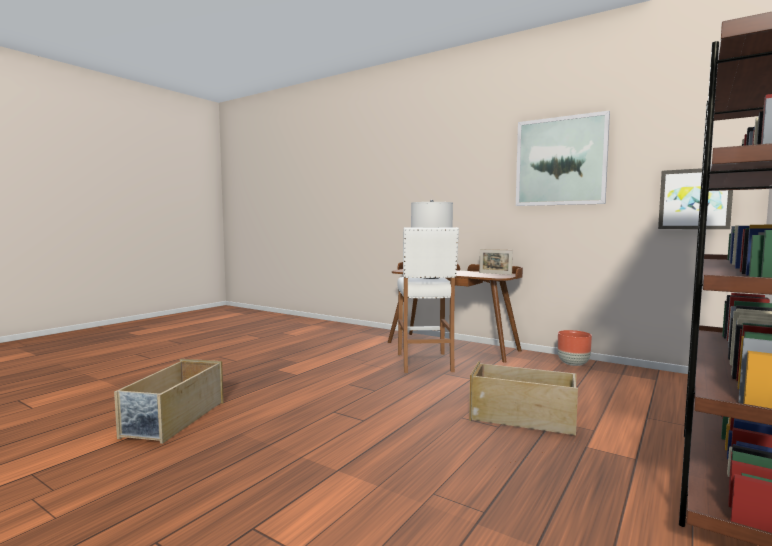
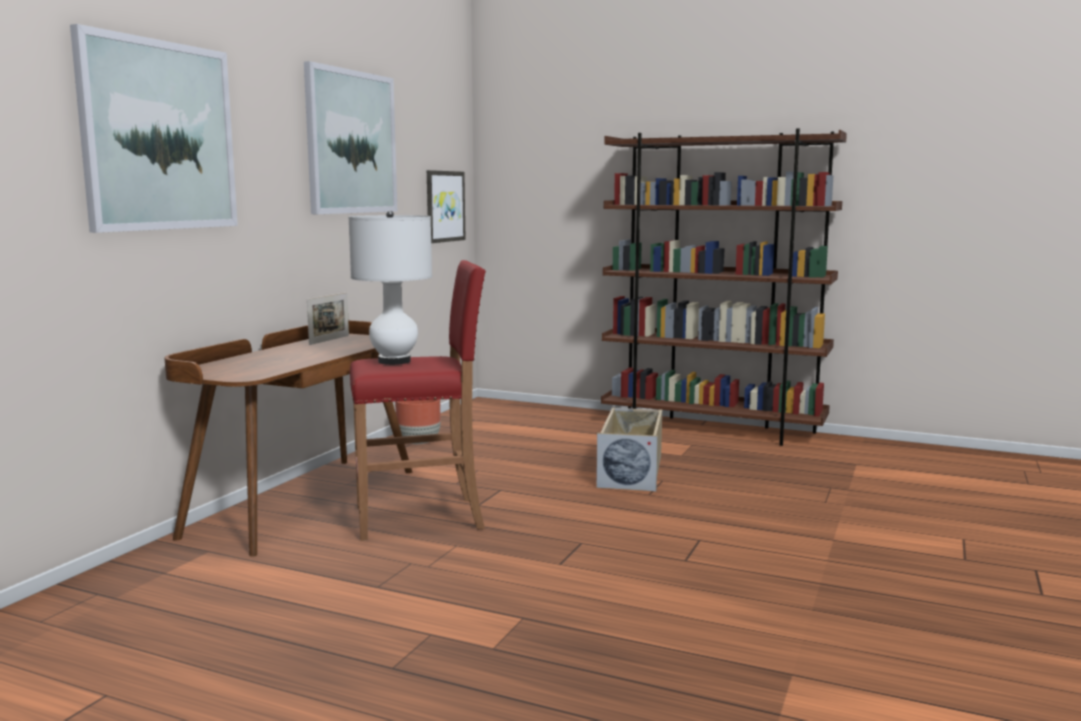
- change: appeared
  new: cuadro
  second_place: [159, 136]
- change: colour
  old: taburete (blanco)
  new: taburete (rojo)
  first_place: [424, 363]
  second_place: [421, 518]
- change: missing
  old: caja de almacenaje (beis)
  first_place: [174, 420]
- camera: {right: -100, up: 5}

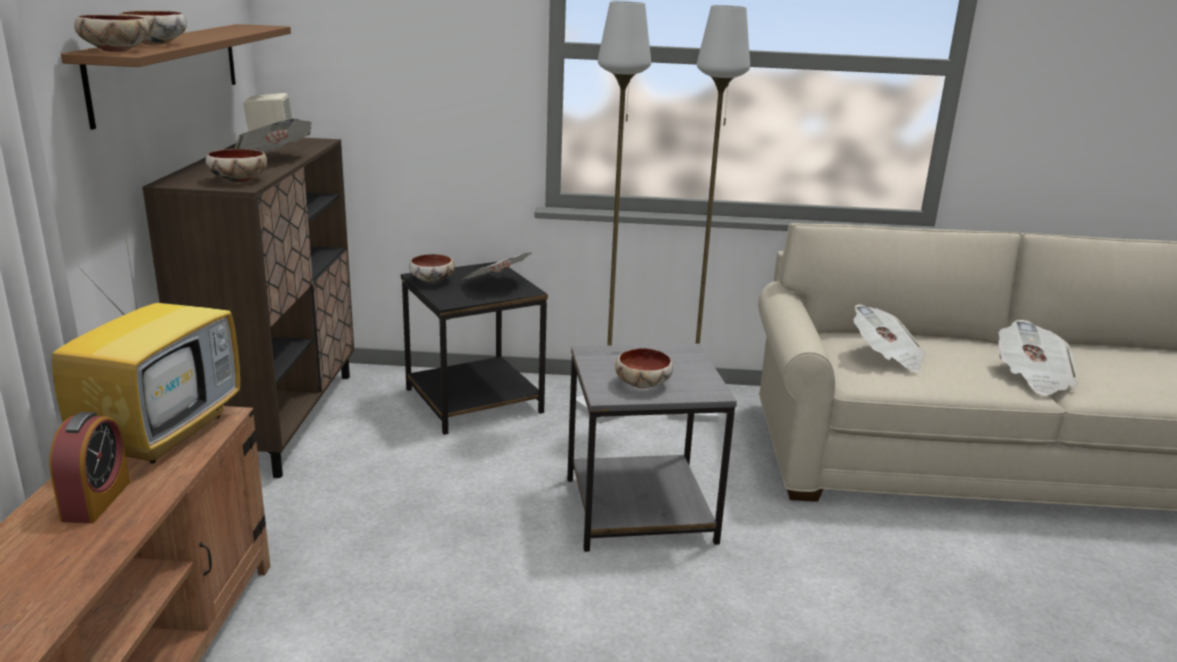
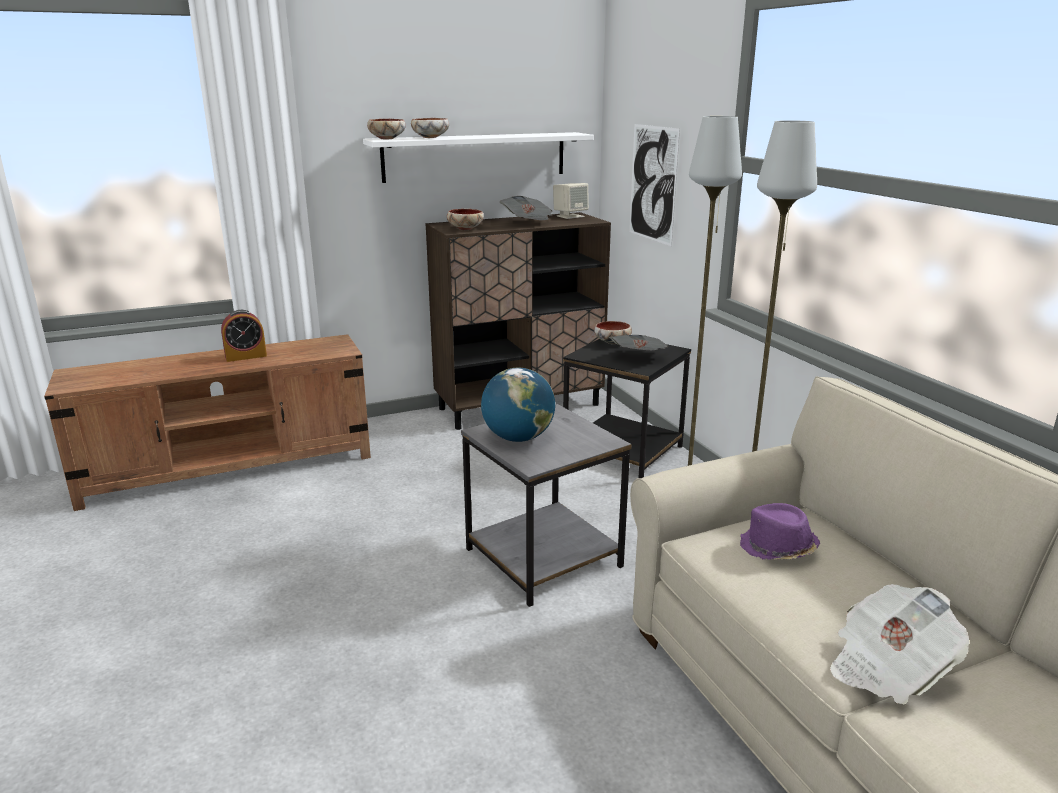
- change: colour
  old: estante (marrón)
  new: estante (blanco)
  first_place: [168, 70]
  second_place: [475, 156]
- change: exchanged
  old: cuenco
  new: globo terráqueo
  first_place: [642, 383]
  second_place: [518, 438]
- change: appeared
  new: cuadro
  second_place: [652, 184]
- change: exchanged
  old: periódico
  new: sombrero (morado)
  first_place: [886, 357]
  second_place: [777, 549]
- change: missing
  old: televisor
  first_place: [162, 432]
- camera: {right: 65, up: 0}

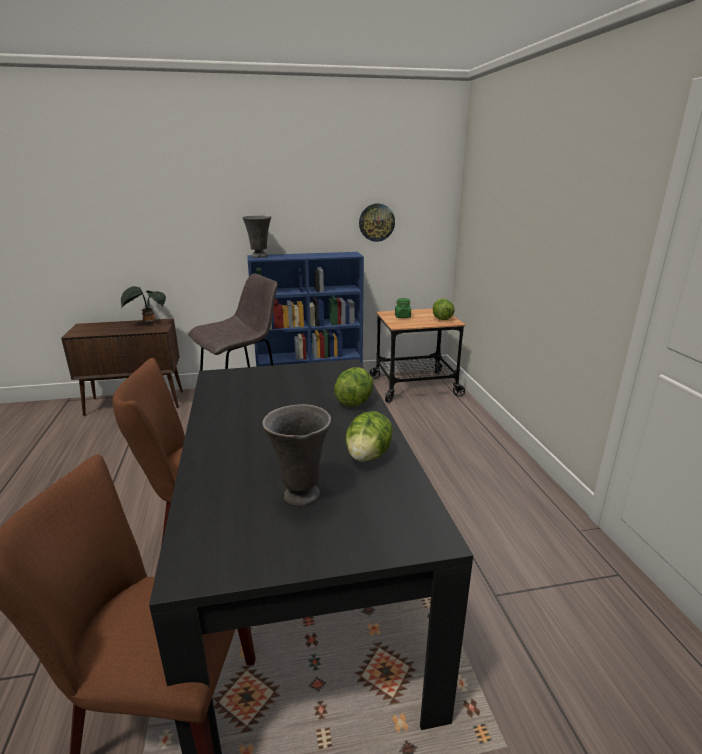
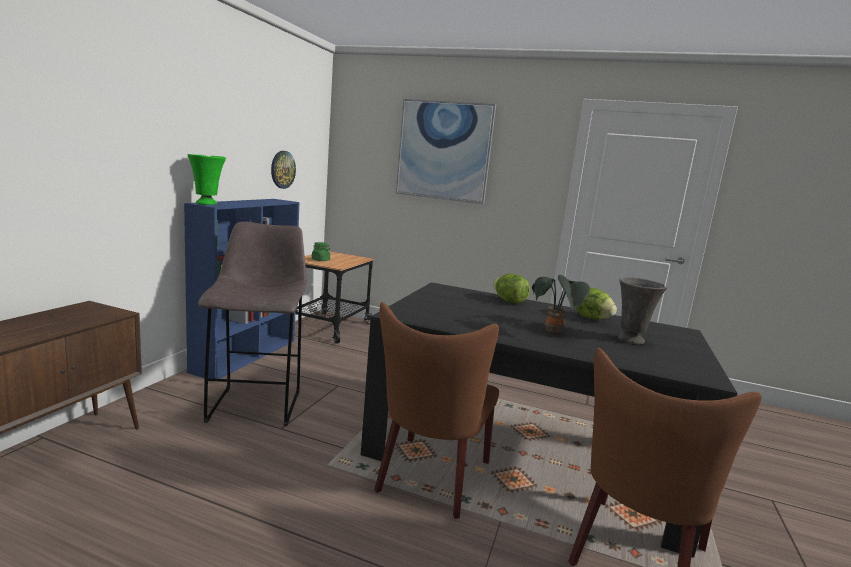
- change: colour
  old: florero (gris)
  new: florero (verde)
  first_place: [260, 256]
  second_place: [207, 203]
- change: appeared
  new: cuadro
  second_place: [444, 151]
- change: relocated
  old: planta en maceta
  first_place: [148, 324]
  second_place: [554, 331]
- change: missing
  old: lechuga
  first_place: [442, 319]
- camera: {right: -60, up: -10}

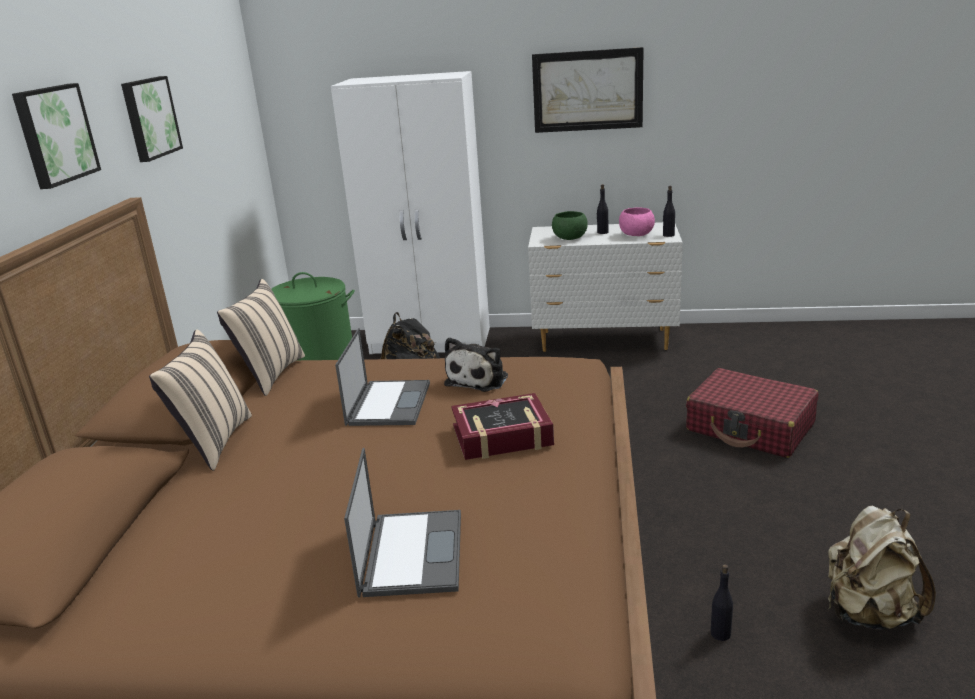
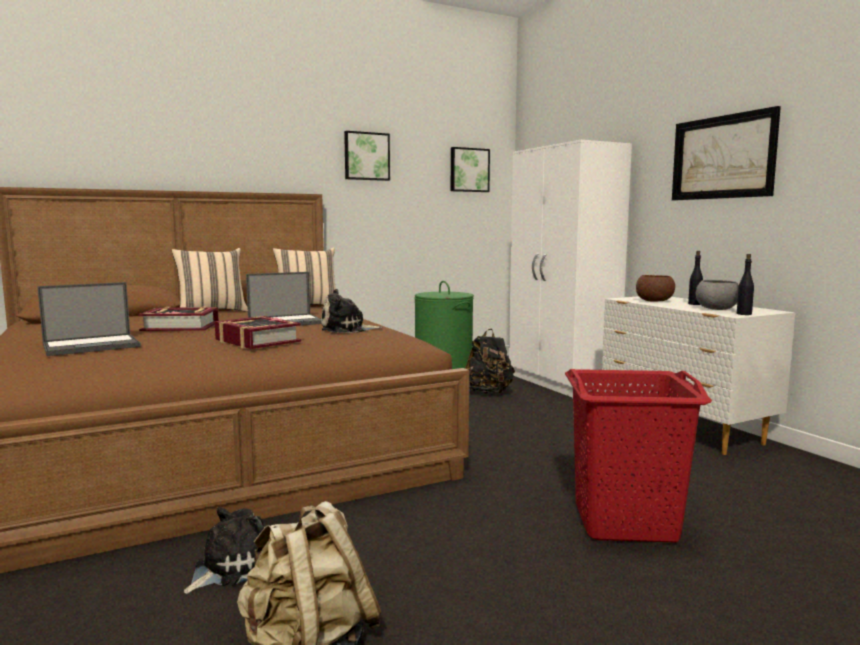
- change: appeared
  new: libro
  second_place: [181, 327]
- change: exchanged
  old: botella (negro)
  new: peluche
  first_place: [720, 633]
  second_place: [230, 567]
- change: relocated
  old: cuadro
  first_place: [54, 135]
  second_place: [469, 170]
- change: exchanged
  old: maleta (rojo)
  new: cesto de la ropa (rojo)
  first_place: [750, 427]
  second_place: [626, 522]
- change: colour
  old: cuenco (verde)
  new: cuenco (marrón)
  first_place: [570, 238]
  second_place: [654, 301]
- change: colour
  old: cuenco (rosa)
  new: cuenco (gris)
  first_place: [636, 234]
  second_place: [716, 309]
- camera: {right: 55, up: -15}

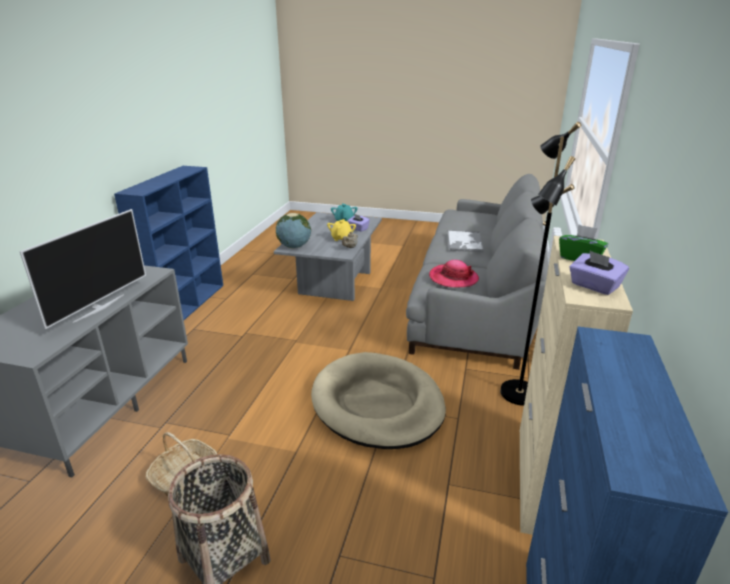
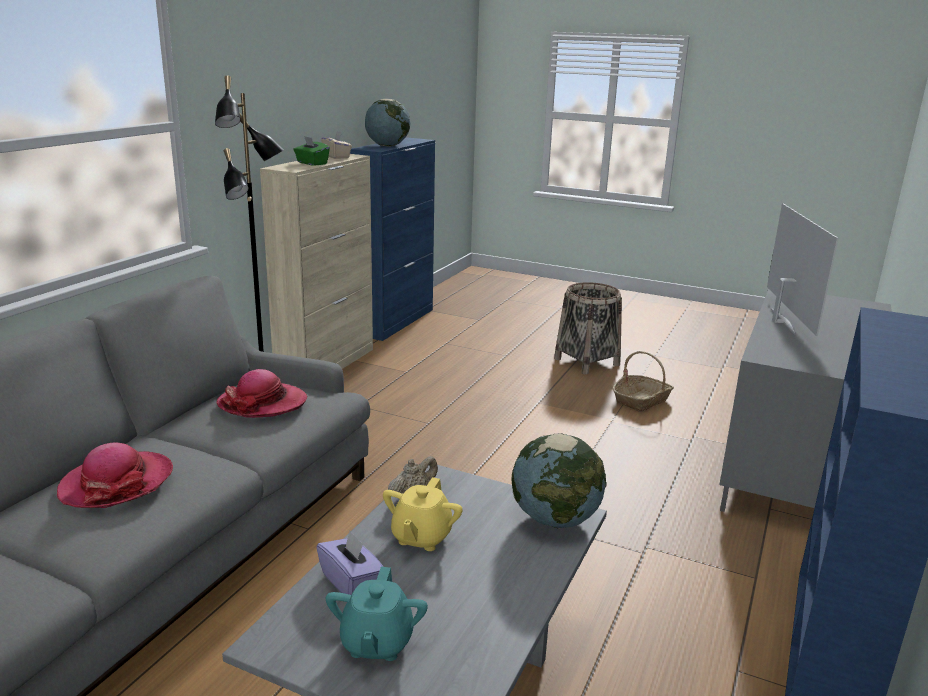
- change: exchanged
  old: bandeja
  new: sombrero
  first_place: [464, 242]
  second_place: [117, 483]
- change: colour
  old: caja de pañuelos (morado)
  new: caja de pañuelos (beis)
  first_place: [594, 286]
  second_place: [337, 157]
- change: appeared
  new: globo terráqueo
  second_place: [387, 146]
- change: spun
  old: televisor
  first_place: [98, 308]
  second_place: [780, 321]
  degrees: 150
- change: missing
  old: cama para perro (beis)
  first_place: [377, 404]
- camera: {right: -170, up: -5}

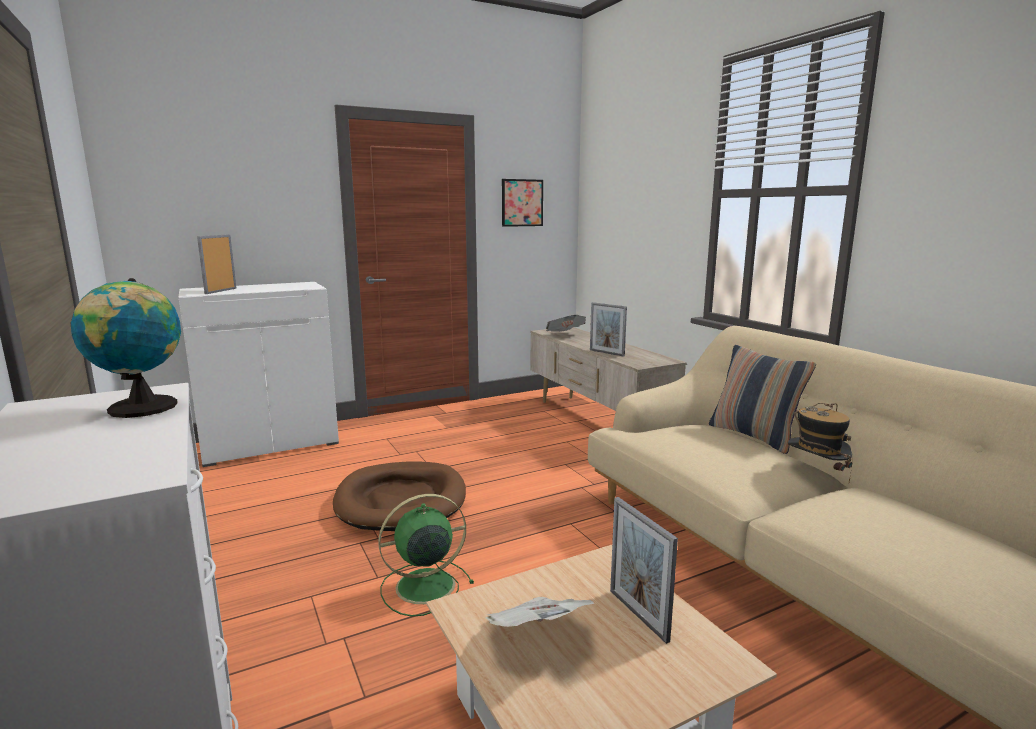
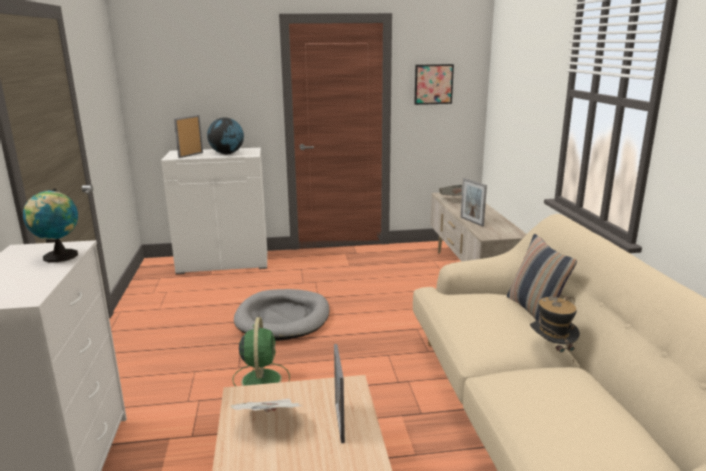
- change: appeared
  new: globo terráqueo
  second_place: [227, 153]
- change: spun
  old: ventilador (verde)
  first_place: [422, 586]
  second_place: [261, 379]
  degrees: 90
- change: colour
  old: cama para perro (marrón)
  new: cama para perro (gris)
  first_place: [401, 501]
  second_place: [283, 318]
- camera: {right: 20, up: 5}

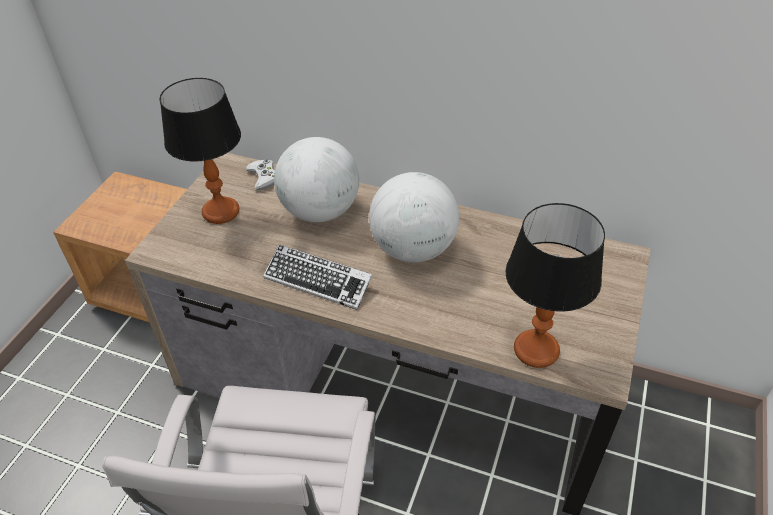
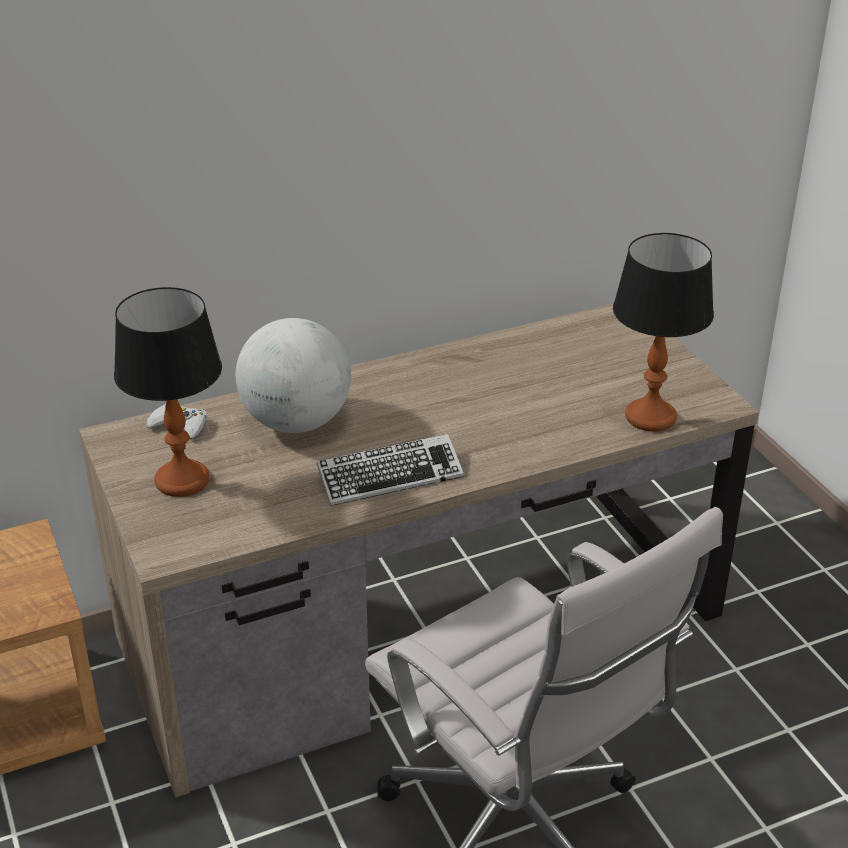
- change: missing
  old: globo terráqueo
  first_place: [413, 249]
- camera: {right: -45, up: -10}

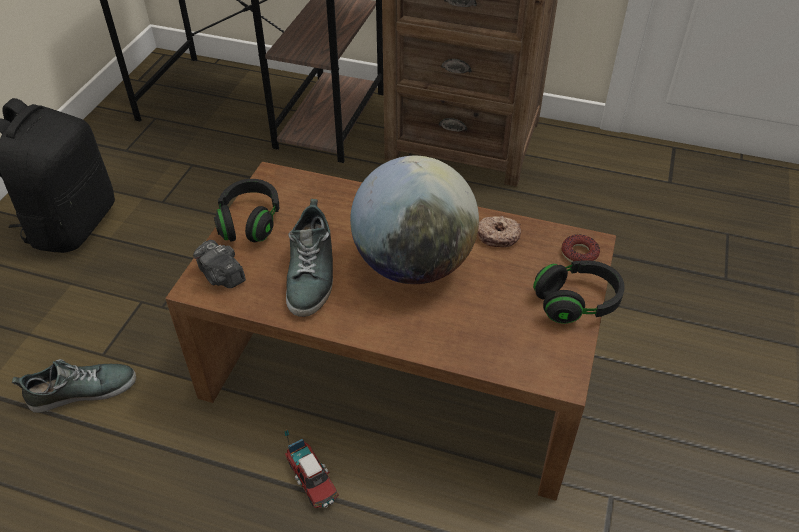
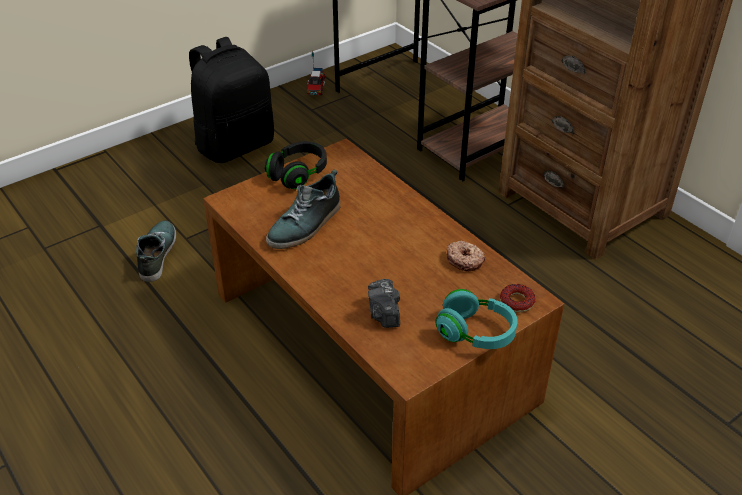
- change: spun
  old: zapato
  first_place: [82, 390]
  second_place: [156, 254]
  degrees: -105
- change: relocated
  old: camión de juguete
  first_place: [312, 479]
  second_place: [316, 88]
- change: relocated
  old: cámara
  first_place: [221, 276]
  second_place: [384, 314]
- change: colour
  old: auriculares (negro)
  new: auriculares (turquesa)
  first_place: [576, 303]
  second_place: [476, 333]
- change: missing
  old: globo terráqueo
  first_place: [413, 264]
- camera: {right: 35, up: -5}

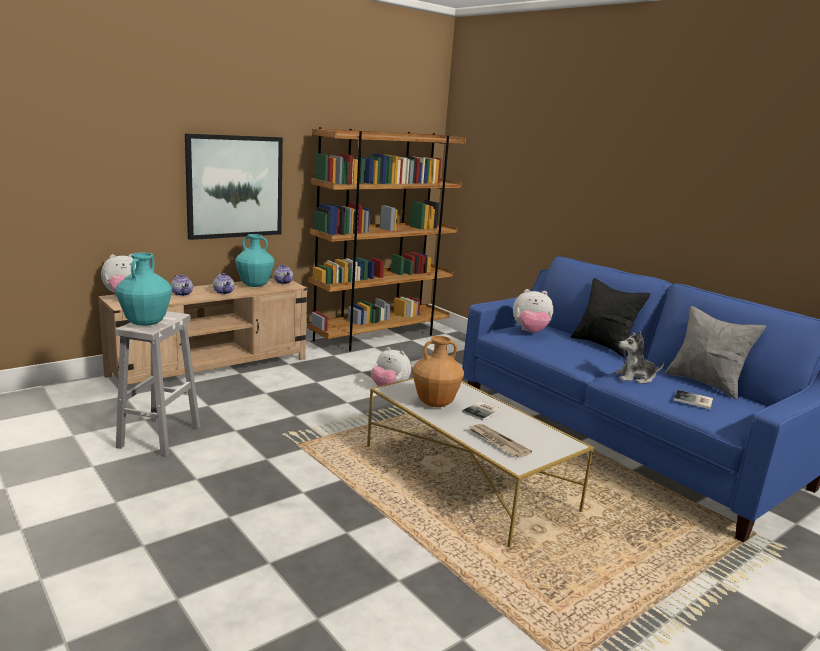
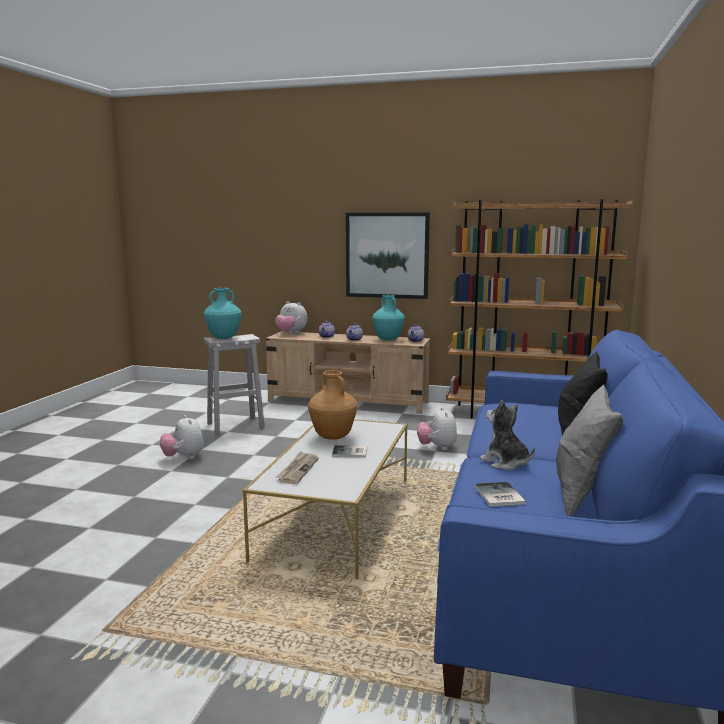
- change: relocated
  old: peluche
  first_place: [530, 332]
  second_place: [183, 457]
- camera: {right: 55, up: -5}

